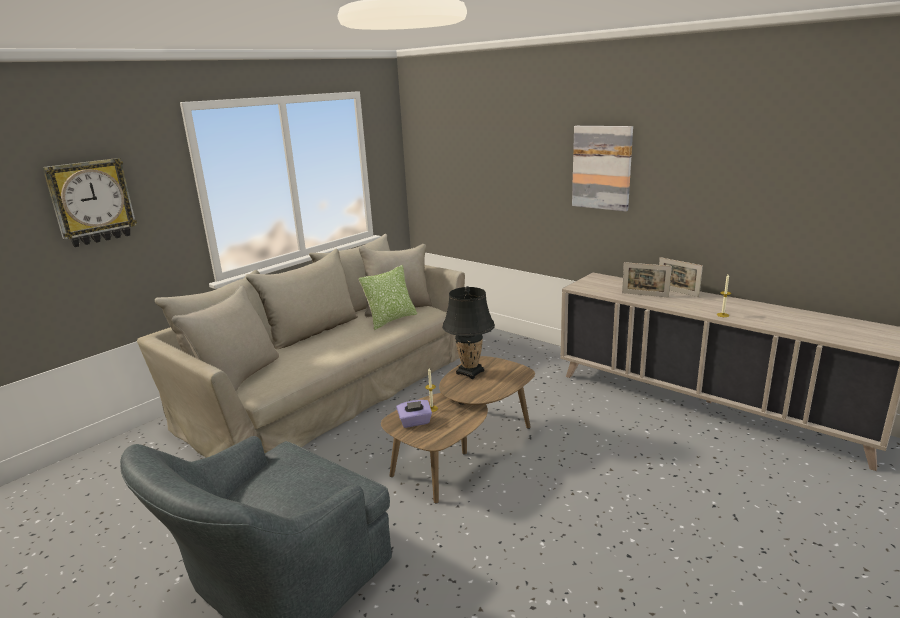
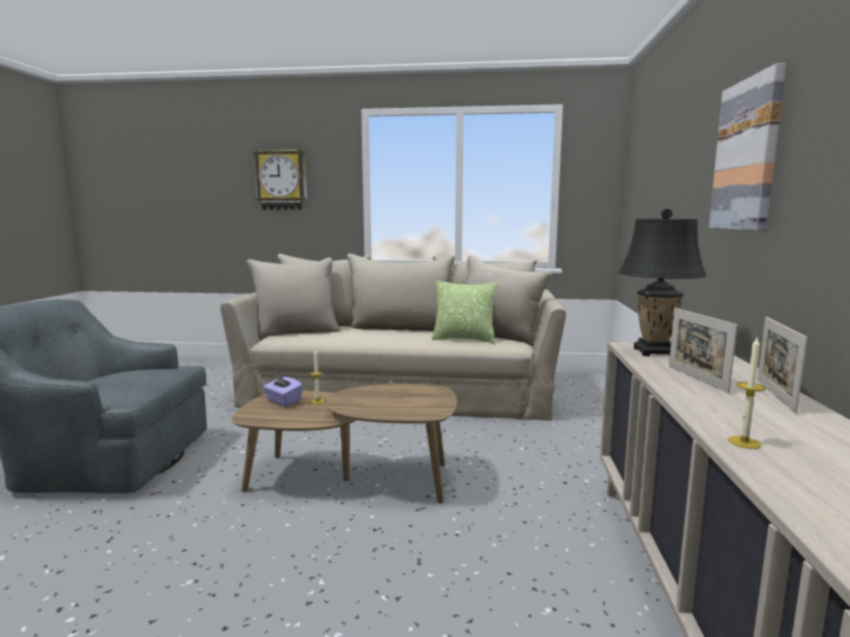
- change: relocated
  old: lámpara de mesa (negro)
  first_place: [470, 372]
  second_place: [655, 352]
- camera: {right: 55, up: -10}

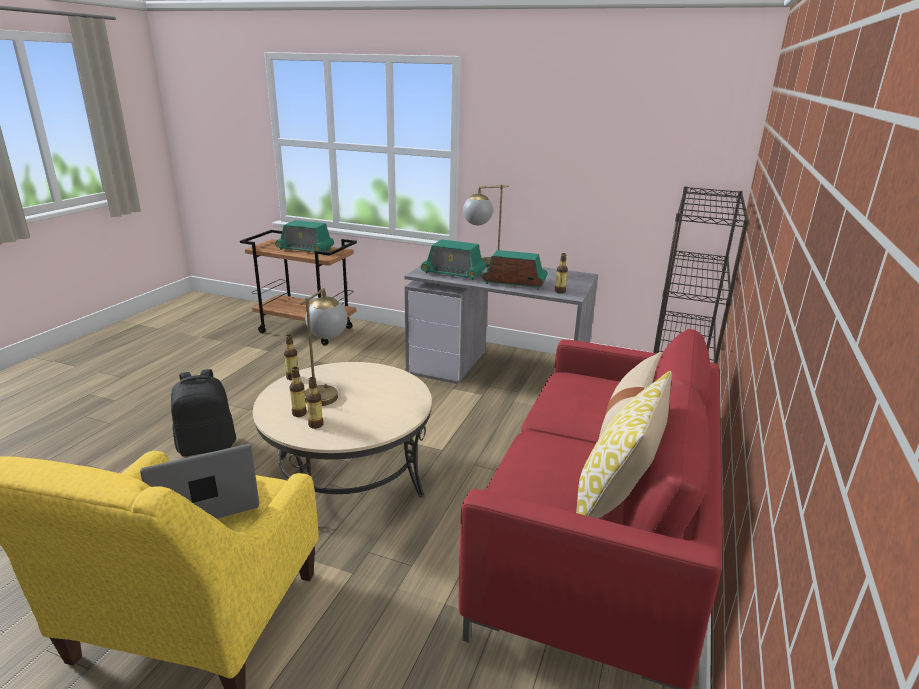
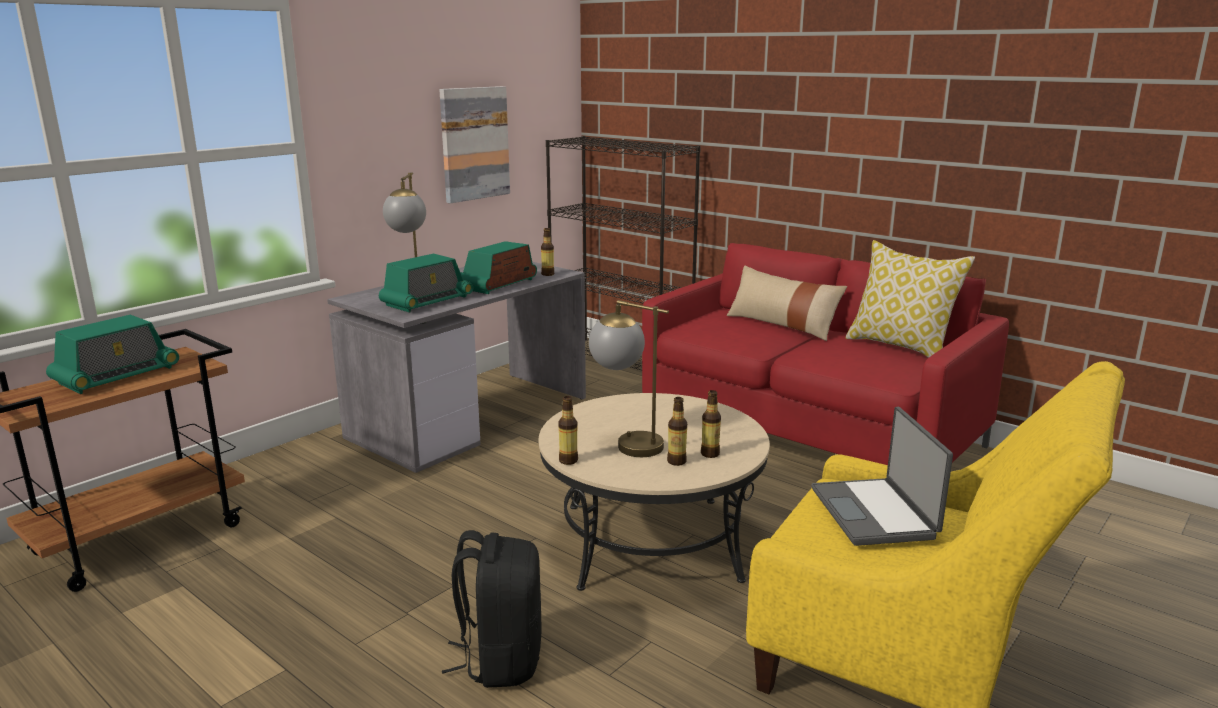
- change: appeared
  new: cuadro
  second_place: [474, 143]
- camera: {right: -70, up: -5}

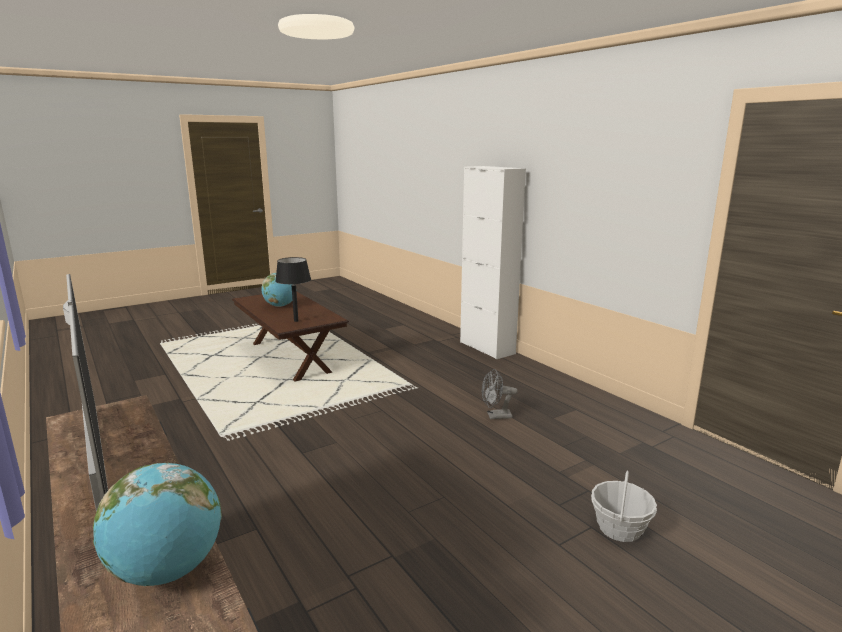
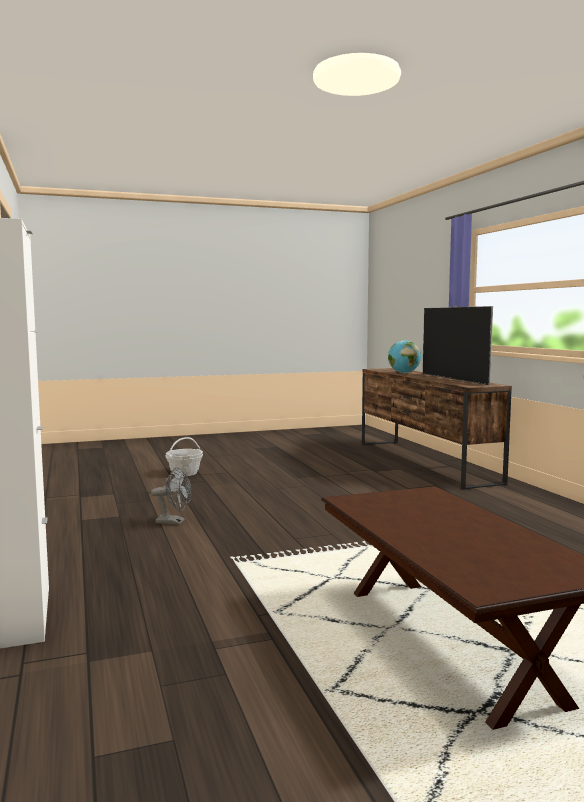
- change: missing
  old: globo terráqueo
  first_place: [280, 306]
- change: missing
  old: lámpara de mesa (negro)
  first_place: [296, 321]
- camera: {right: -165, up: -10}

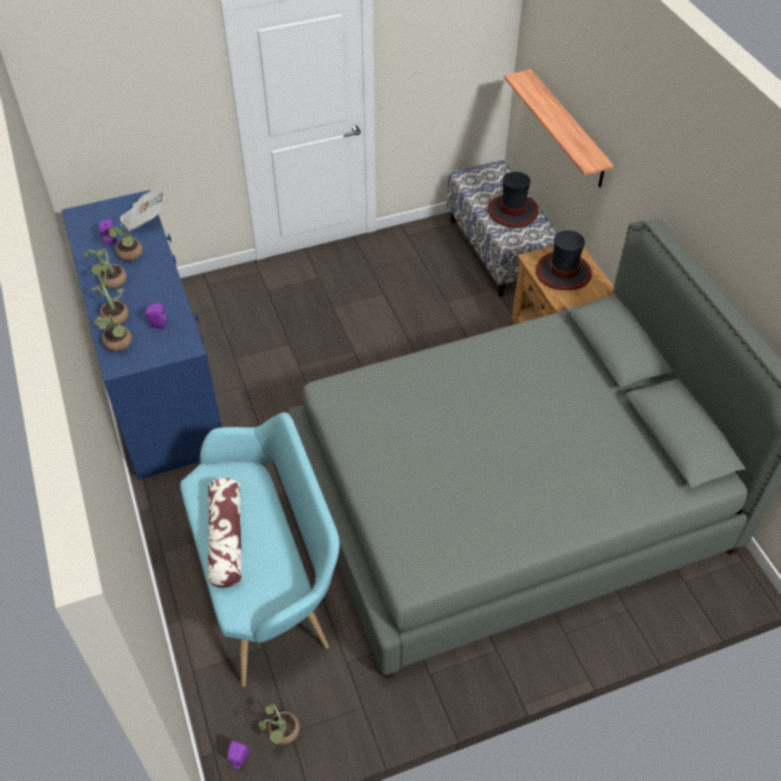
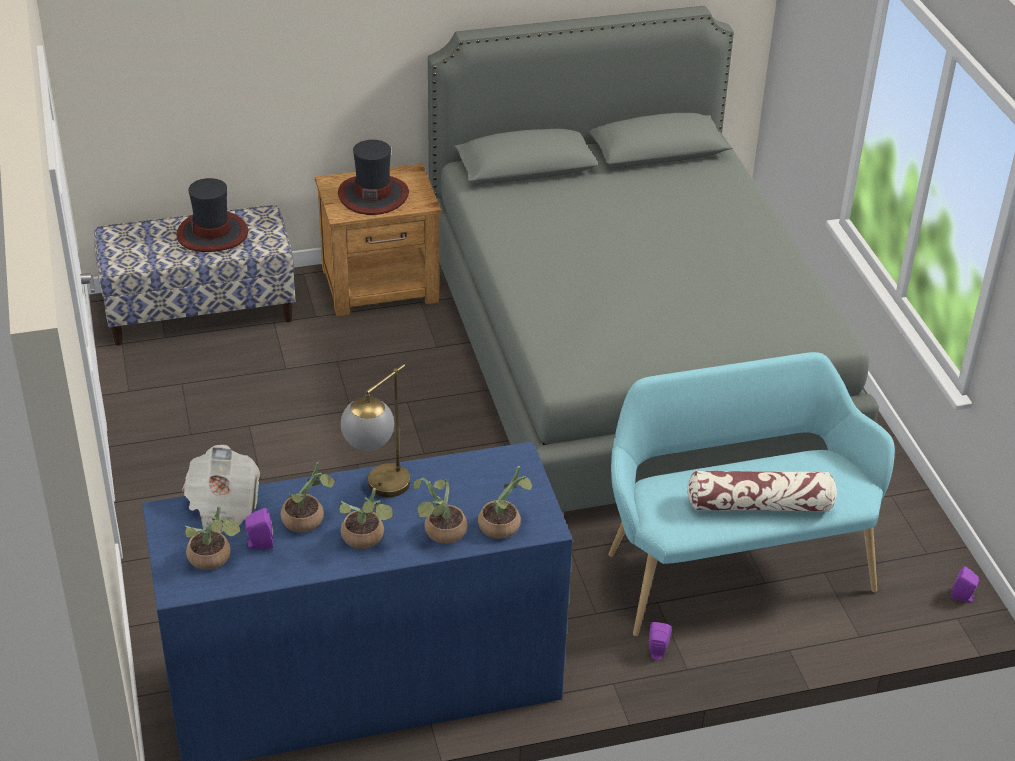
- change: relocated
  old: planta en maceta
  first_place: [281, 734]
  second_place: [213, 559]
- change: appeared
  new: lámpara de mesa
  second_place: [378, 491]
- change: relocated
  old: altavoz (morado)
  first_place: [157, 325]
  second_place: [657, 652]
- change: missing
  old: estante
  first_place: [567, 129]
- camera: {right: -85, up: -10}

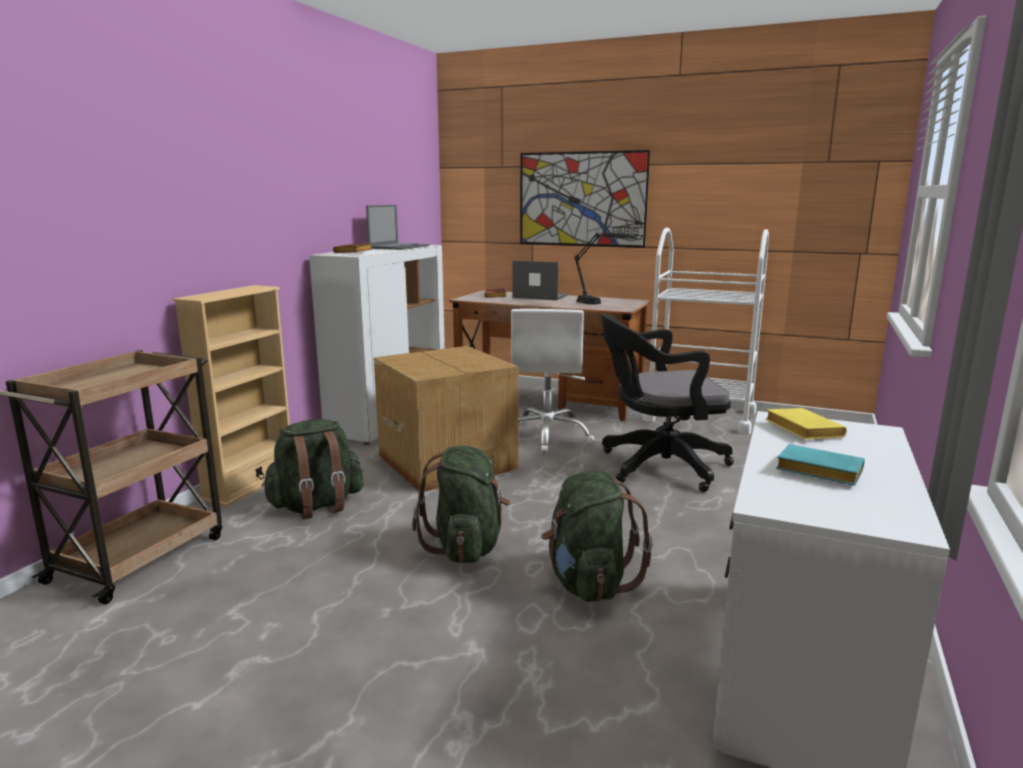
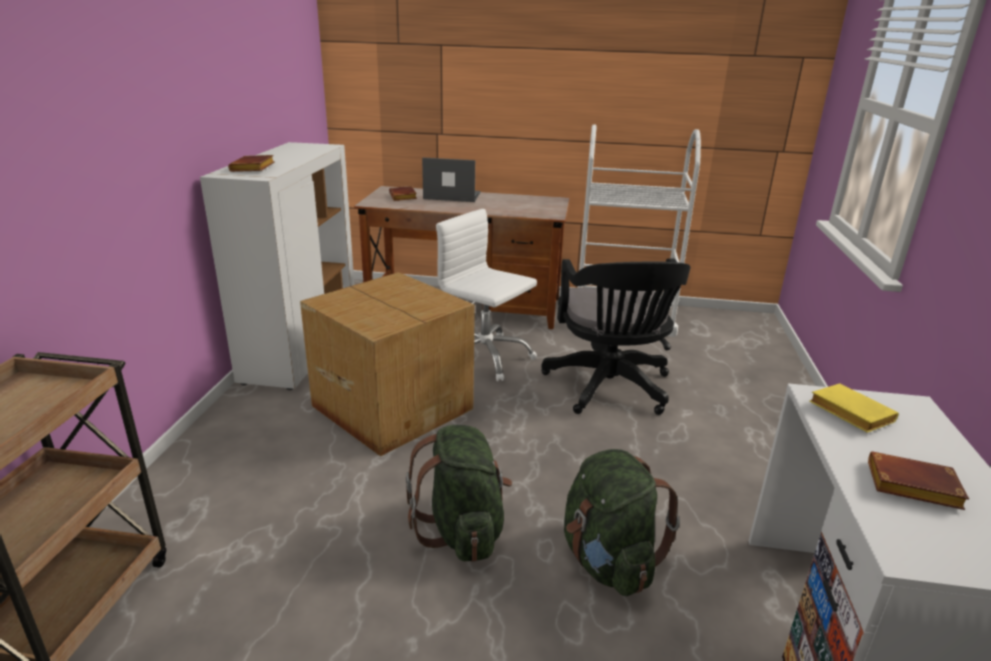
- change: spun
  old: silla de oficina (blanco)
  first_place: [547, 435]
  second_place: [484, 357]
  degrees: 135
- change: spun
  old: silla de oficina (negro)
  first_place: [657, 466]
  second_place: [610, 389]
  degrees: -75
- change: colour
  old: libro (turquesa)
  new: libro (marrón)
  first_place: [816, 472]
  second_place: [910, 487]
- change: missing
  old: estantería (beis)
  first_place: [250, 484]
- change: missing
  old: mochila (verde)
  first_place: [316, 506]
- change: missing
  old: portátil
  first_place: [399, 247]
- change: missing
  old: cuadro
  first_place: [581, 199]
- change: missing
  old: lámpara de mesa (negro)
  first_place: [601, 304]
- camera: {right: -15, up: 10}

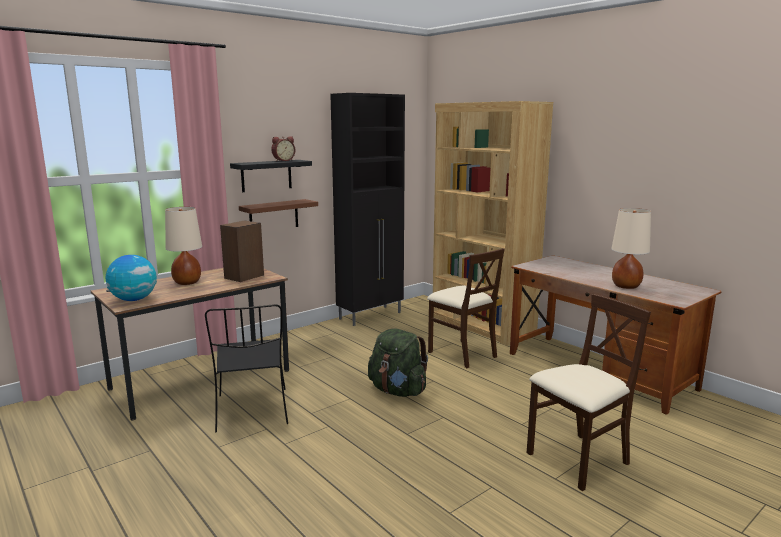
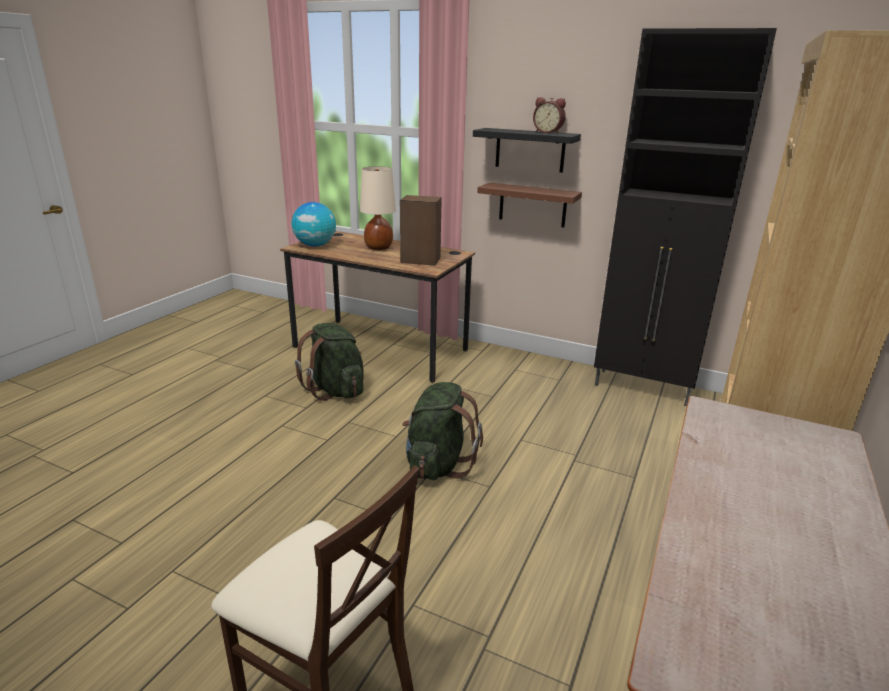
- change: exchanged
  old: silla (negro)
  new: mochila (verde)
  first_place: [252, 411]
  second_place: [335, 390]
- change: missing
  old: silla (beis)
  first_place: [462, 353]
- change: missing
  old: lámpara de mesa (beis)
  first_place: [625, 286]
- camera: {right: 65, up: 10}

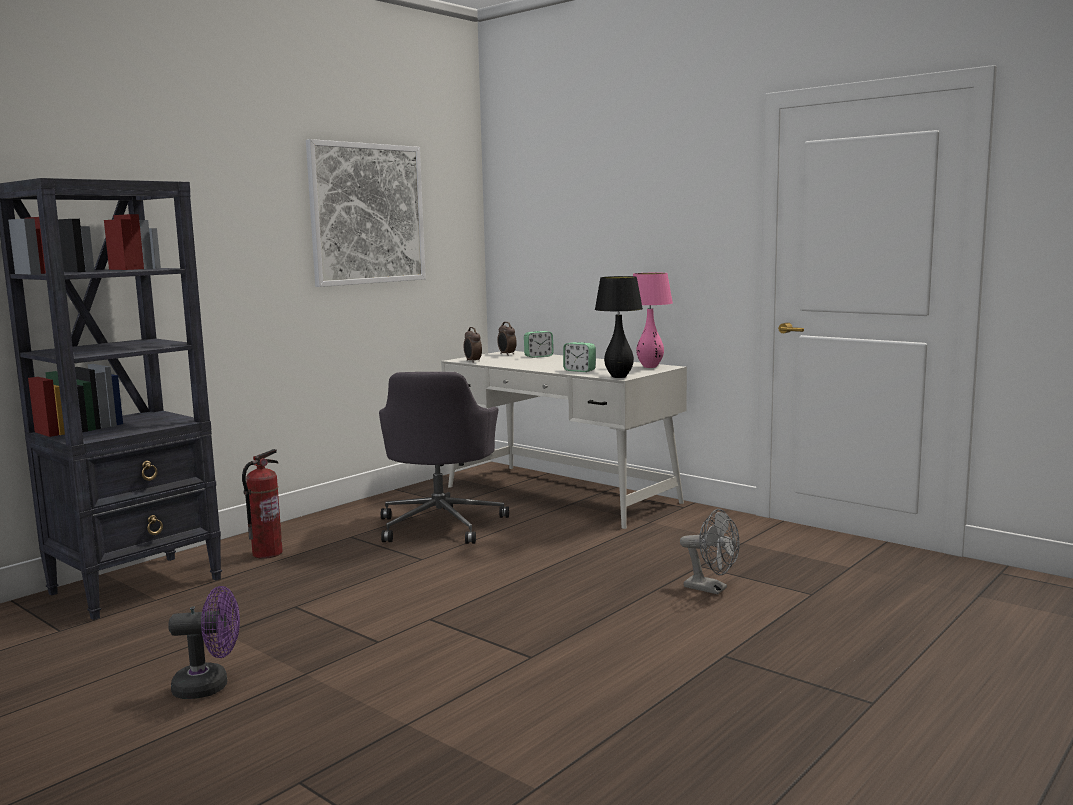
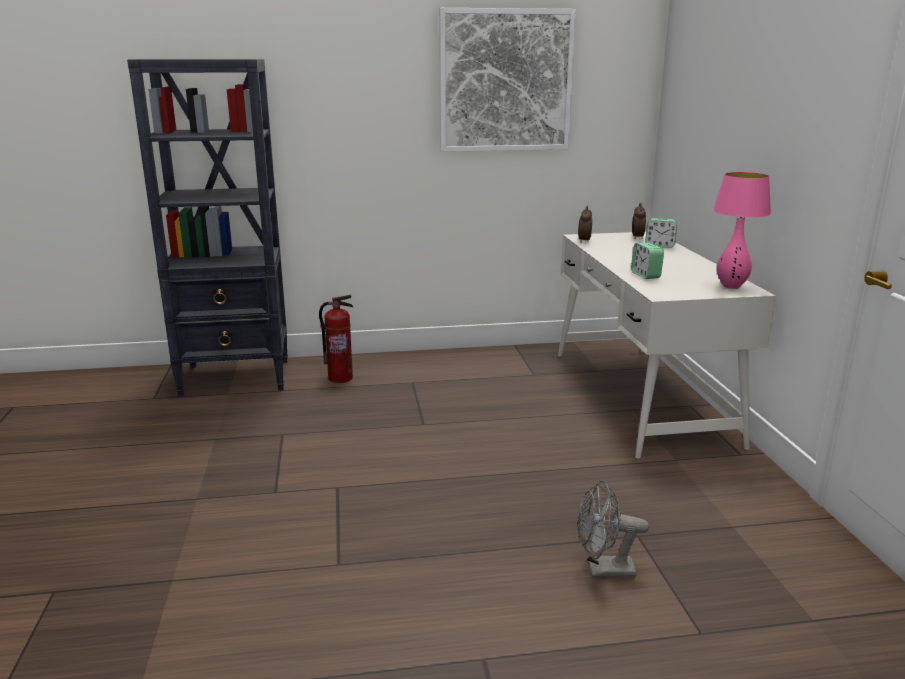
- change: spun
  old: ventilador (gris)
  first_place: [711, 589]
  second_place: [603, 570]
  degrees: 105
- change: missing
  old: ventilador (morado)
  first_place: [210, 686]
- change: missing
  old: silla de oficina (gris)
  first_place: [441, 524]
- change: missing
  old: lámpara de mesa (negro)
  first_place: [619, 377]
- camera: {right: 40, up: 10}

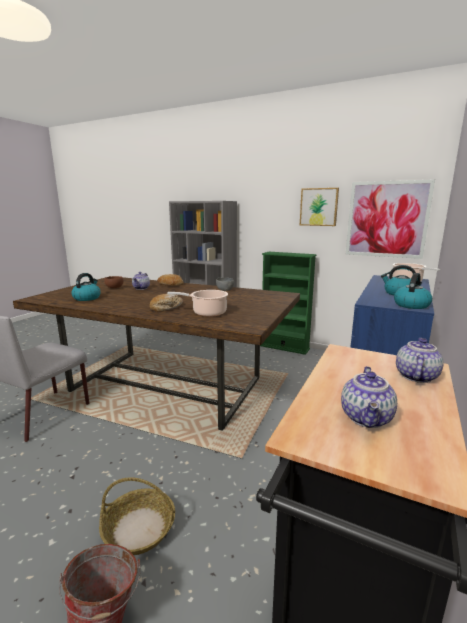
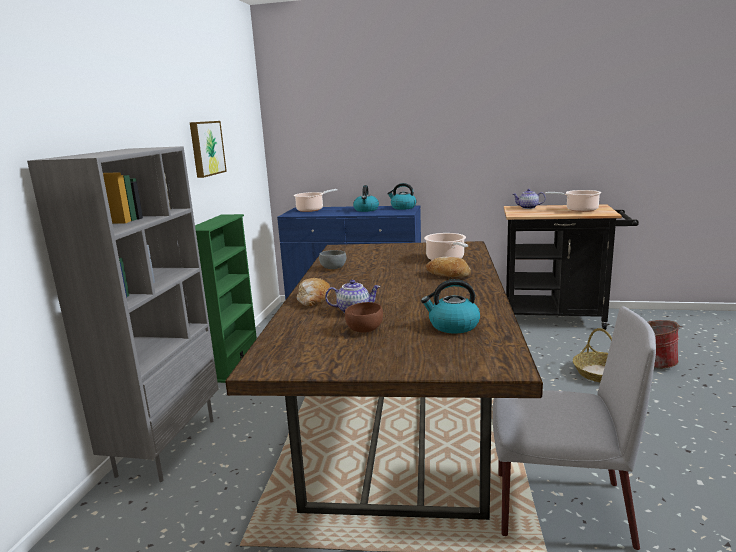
- change: exchanged
  old: tetera
  new: olla
  first_place: [367, 418]
  second_place: [579, 210]
- change: missing
  old: cuadro
  first_place: [387, 219]
- camera: {right: -105, up: 0}

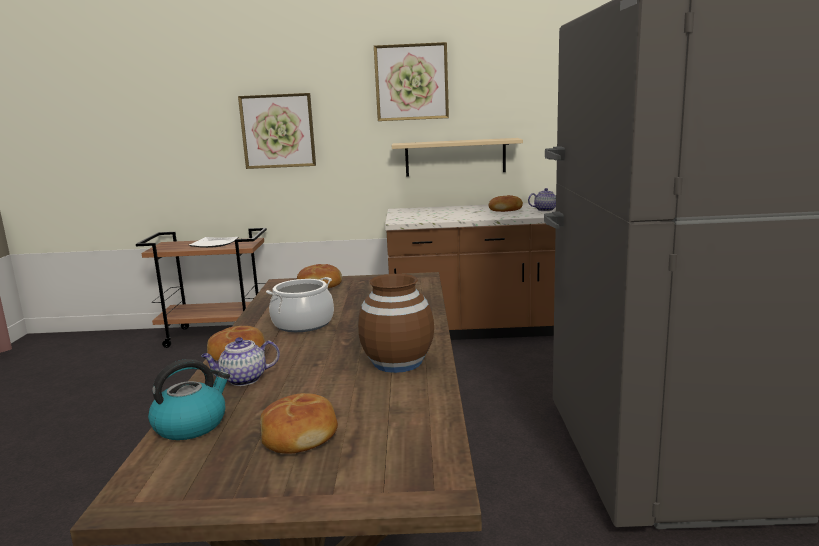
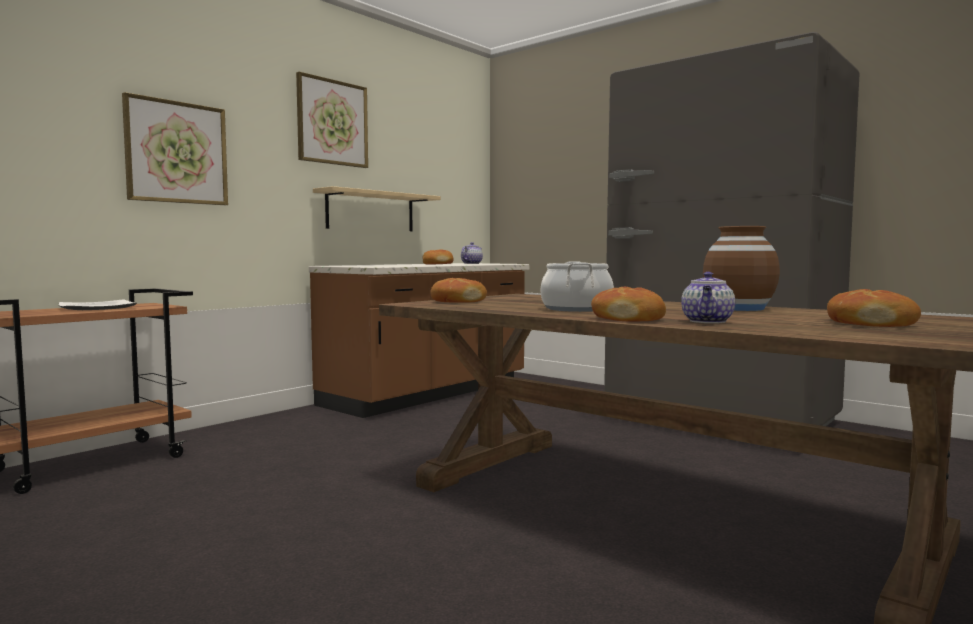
- change: missing
  old: hervidor
  first_place: [191, 425]
- camera: {right: -50, up: -10}

